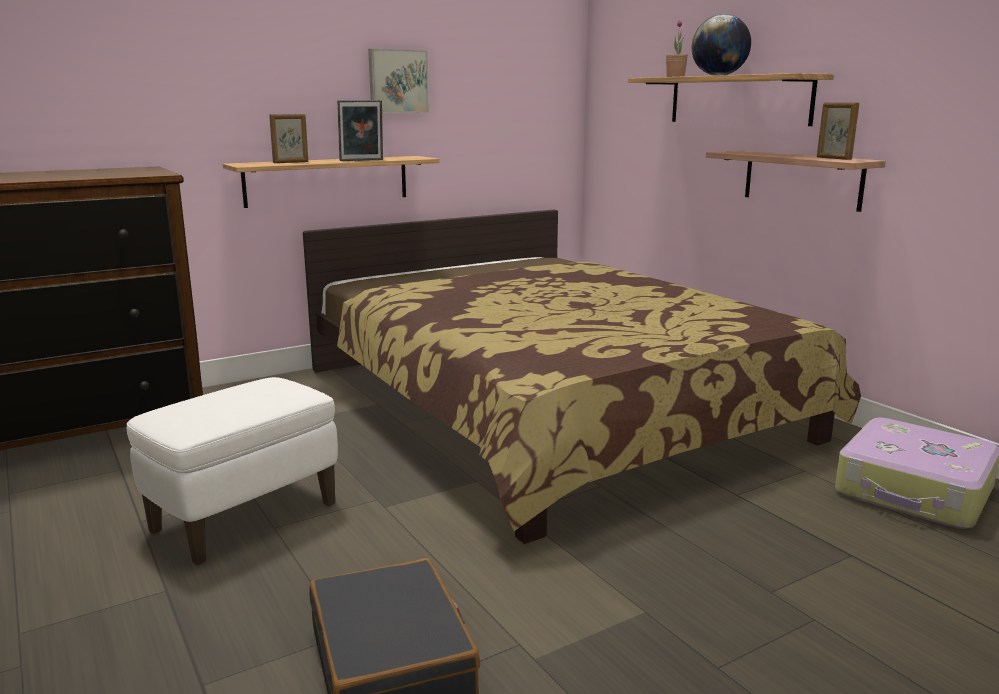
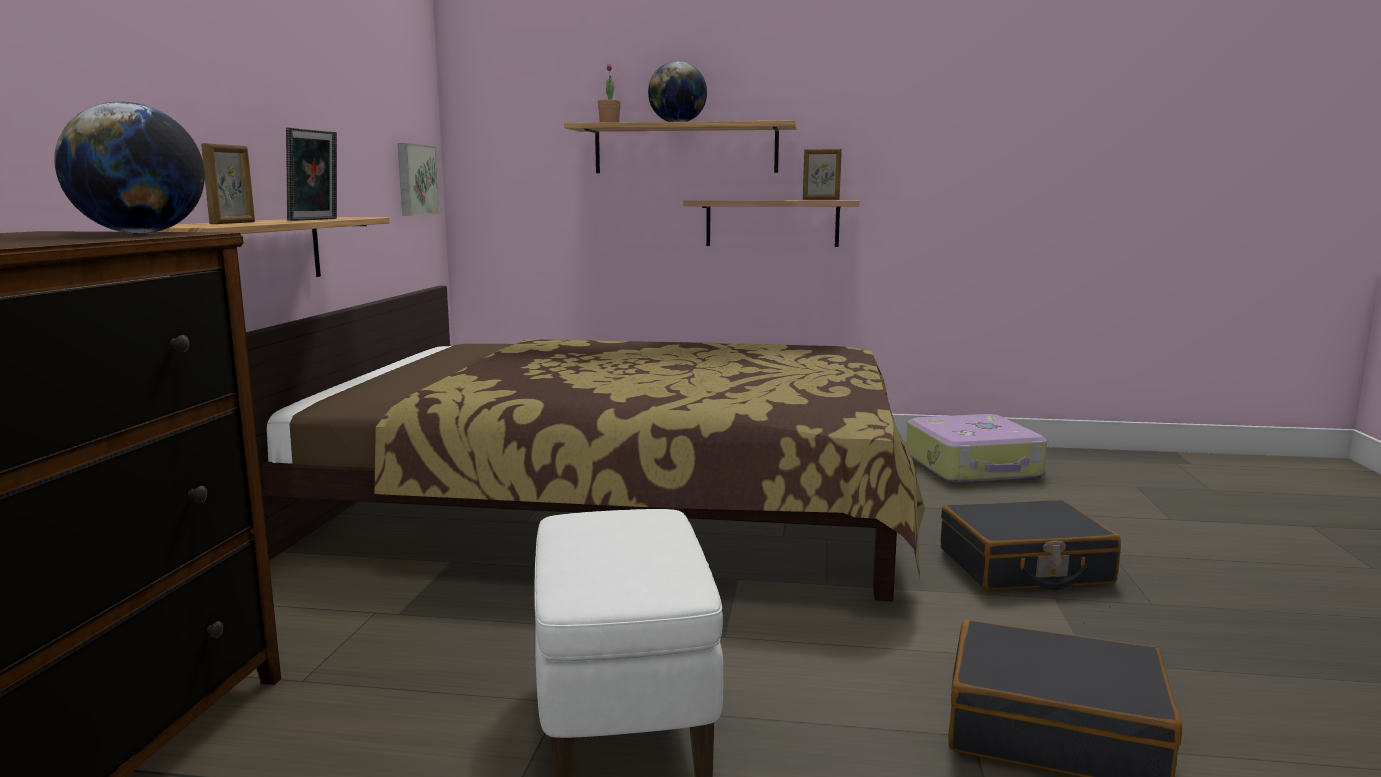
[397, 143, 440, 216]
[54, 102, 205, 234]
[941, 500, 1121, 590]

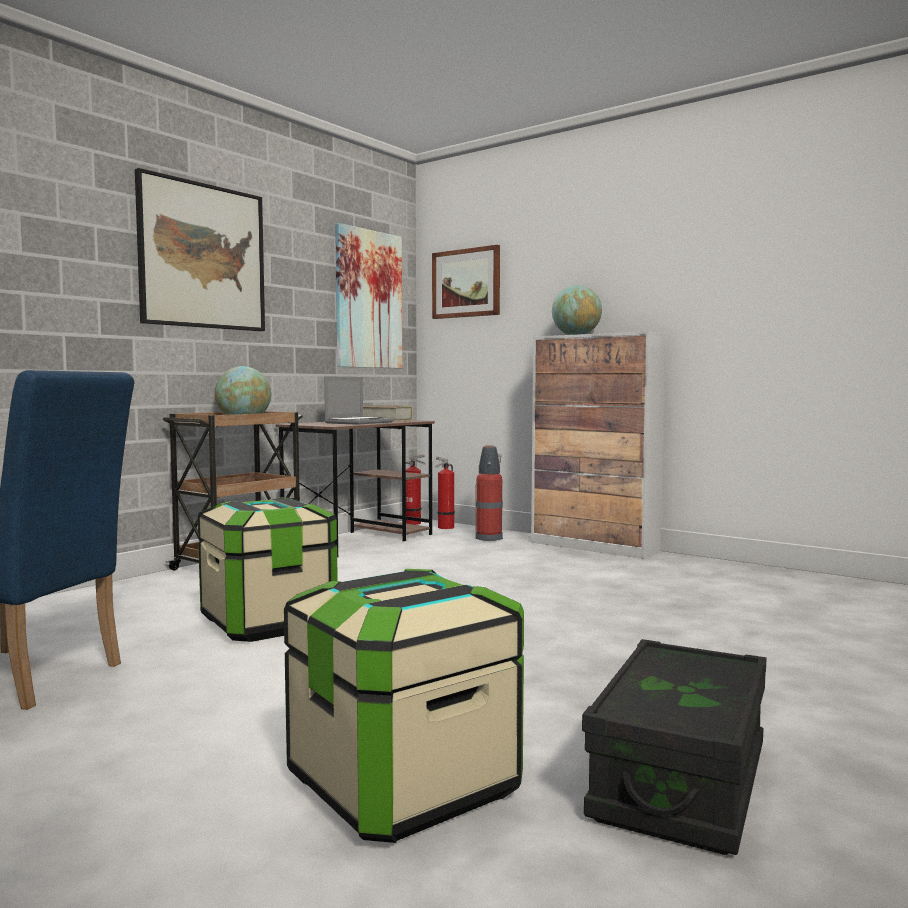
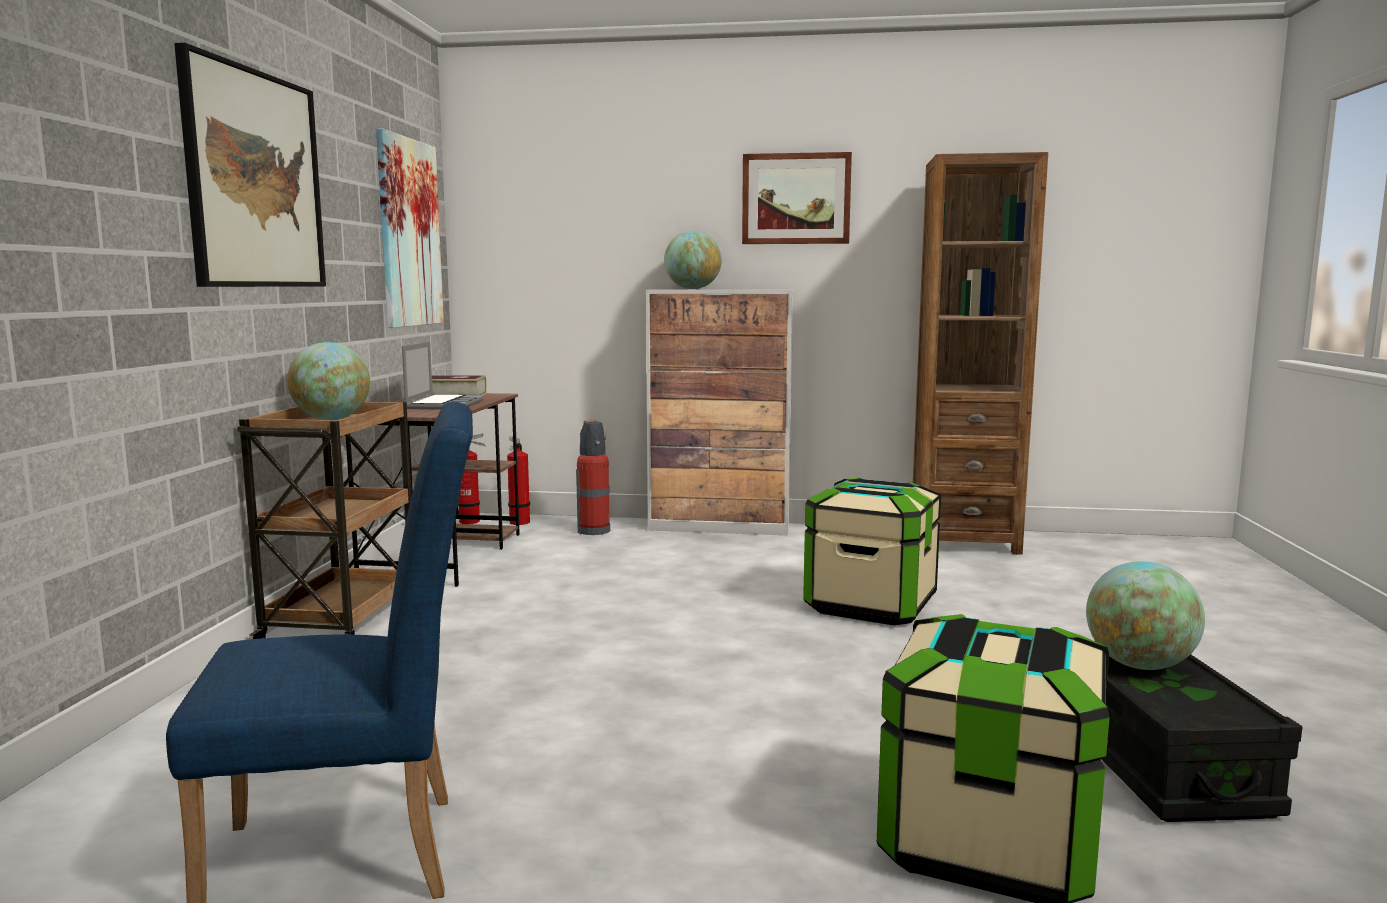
[742, 152, 852, 244]
[803, 478, 941, 625]
[913, 152, 1048, 555]
[1086, 561, 1205, 670]

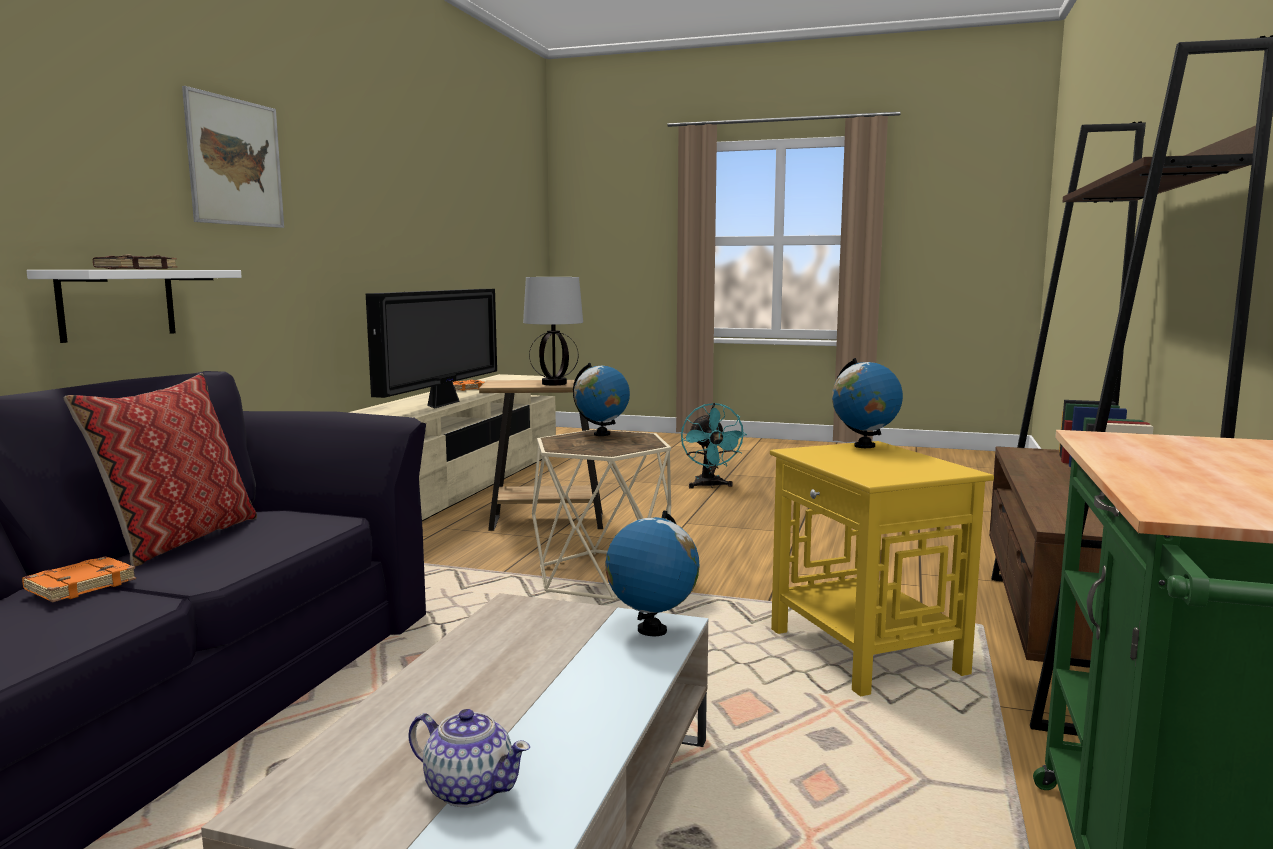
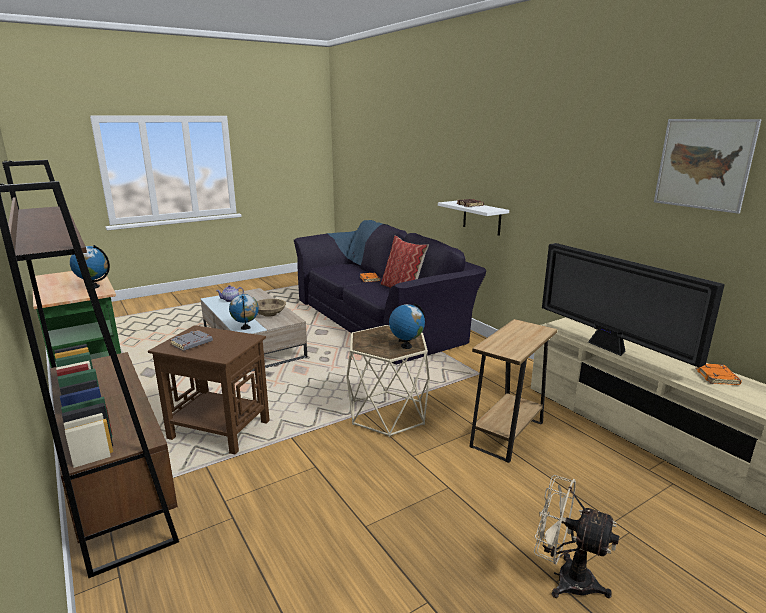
[654, 119, 762, 214]
[523, 277, 583, 385] (first image)
[70, 245, 110, 288]
[534, 475, 619, 598]
[148, 325, 270, 455]
[257, 299, 286, 317]
[170, 330, 213, 351]

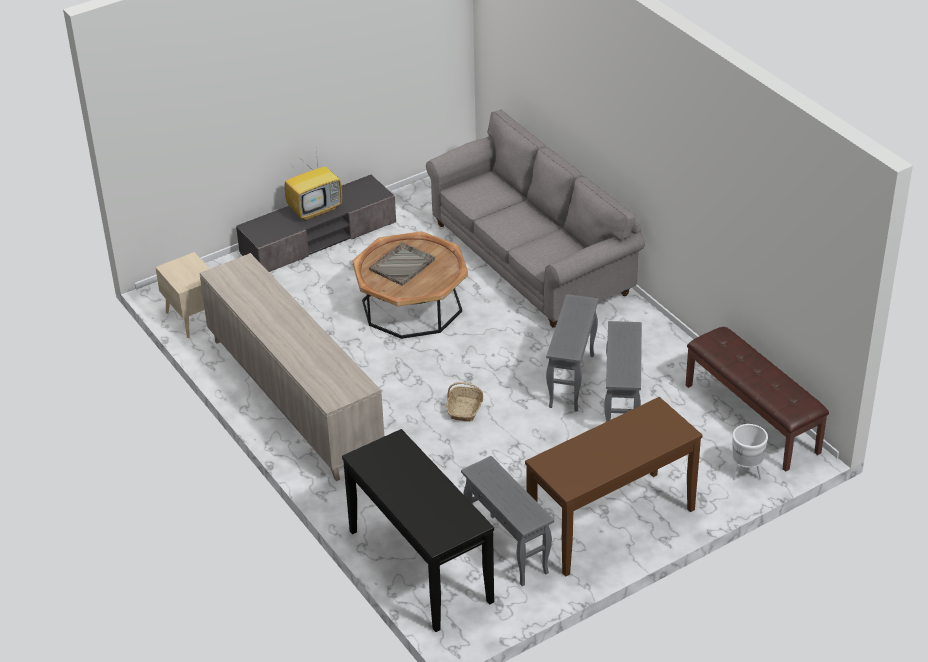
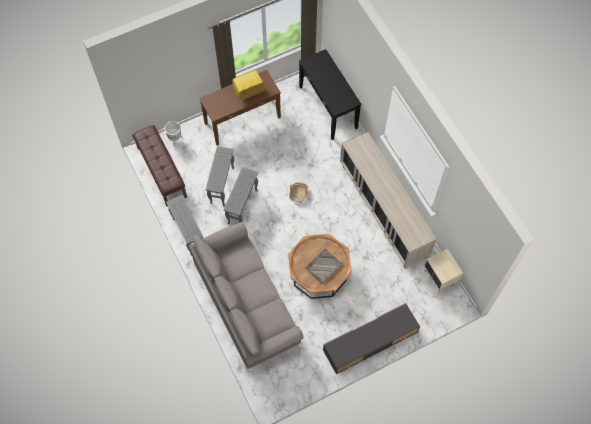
[232, 70, 264, 100]
[166, 195, 203, 256]

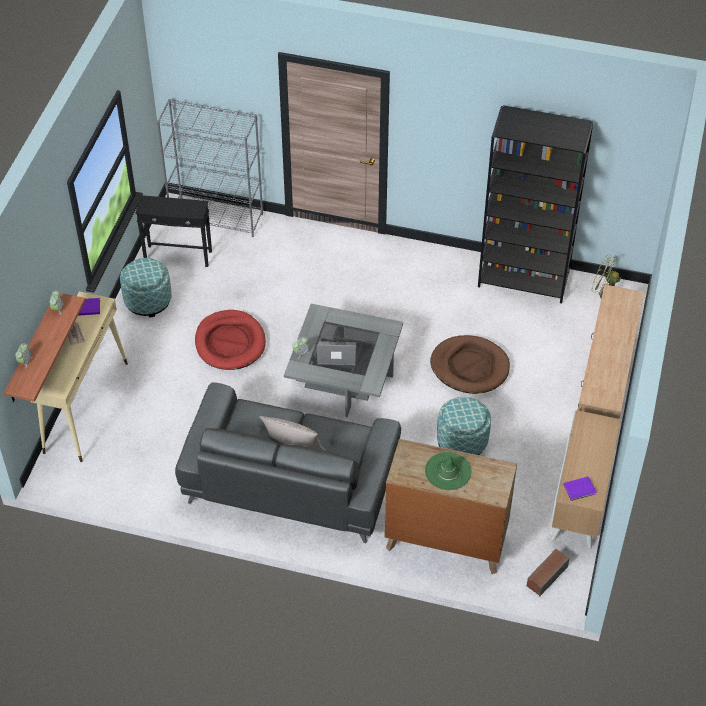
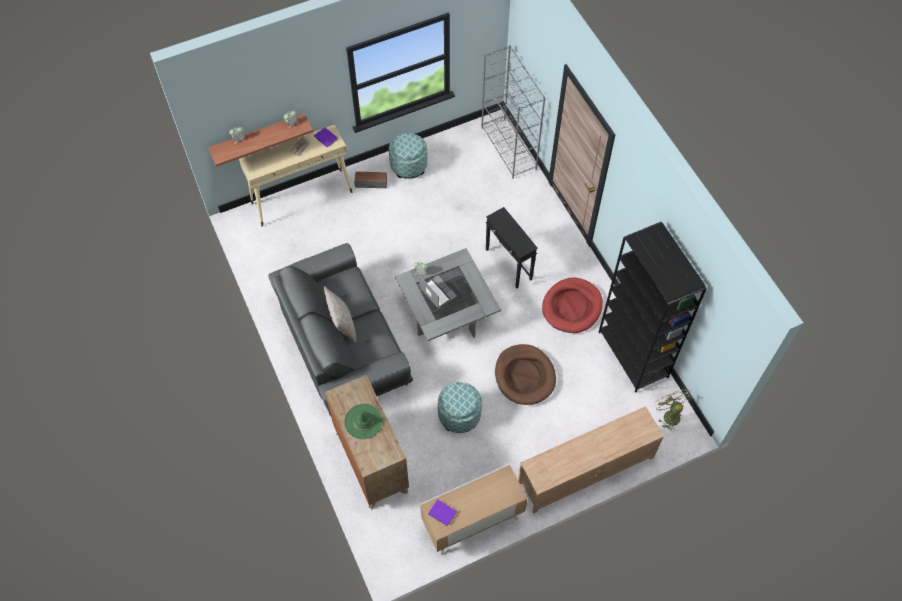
[486, 207, 538, 288]
[542, 278, 603, 333]
[354, 172, 387, 188]

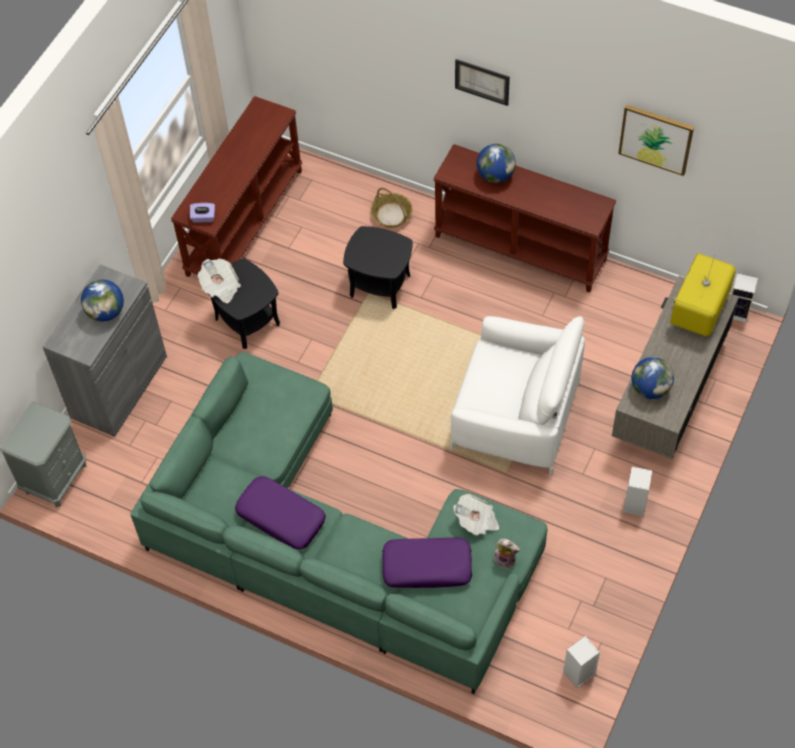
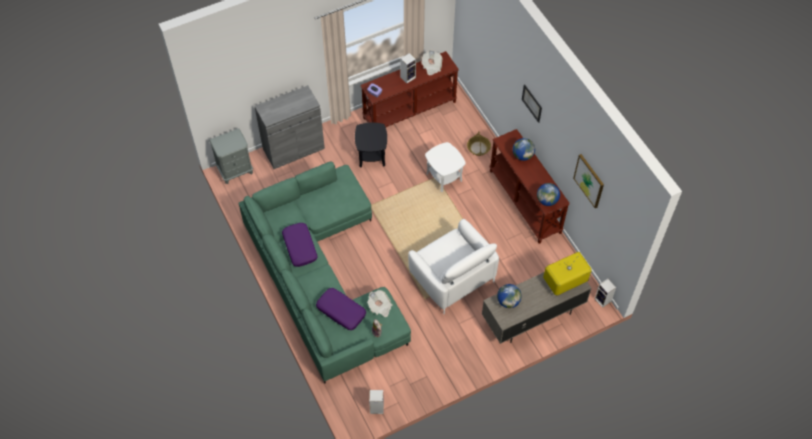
[425, 142, 466, 192]
[421, 50, 443, 76]
[537, 183, 560, 206]
[400, 53, 416, 83]

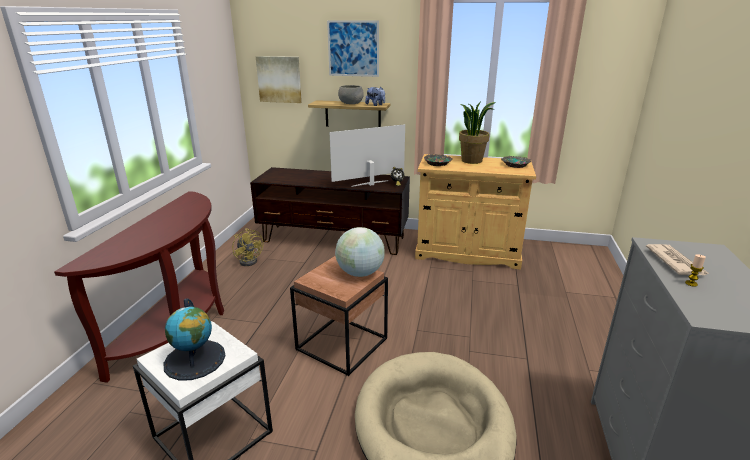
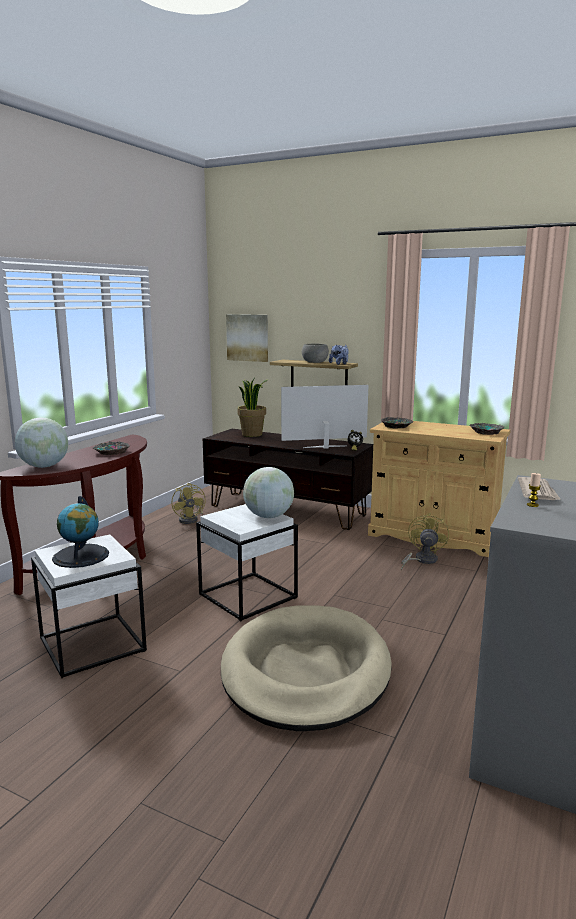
[327, 20, 379, 77] (first image)
[237, 378, 269, 437]
[196, 504, 298, 621]
[15, 417, 68, 468]
[93, 441, 131, 455]
[401, 513, 449, 571]

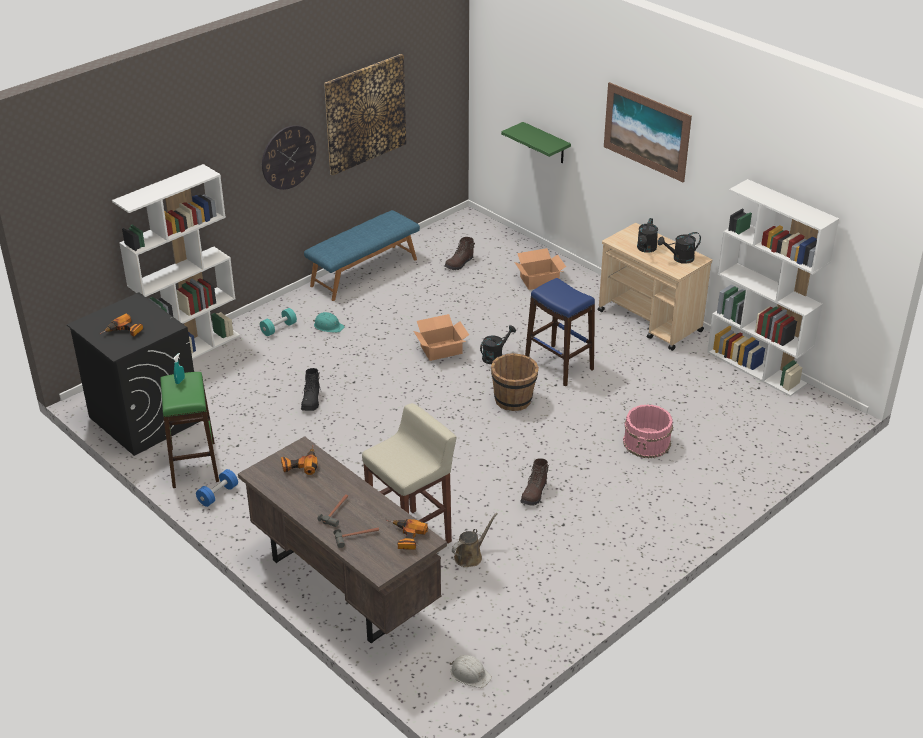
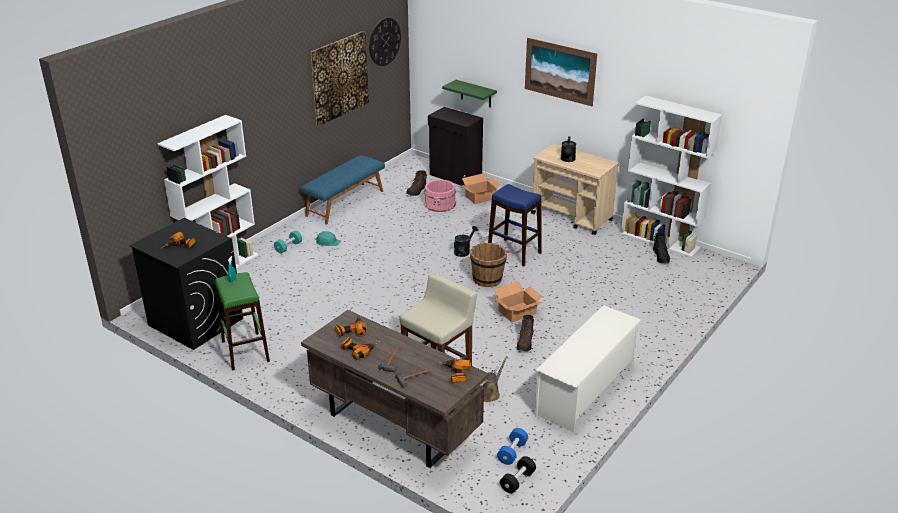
[369, 18, 401, 66]
[657, 232, 701, 264] (first image)
[494, 281, 543, 322]
[653, 233, 670, 263]
[424, 179, 456, 212]
[497, 428, 528, 465]
[500, 456, 536, 494]
[428, 107, 483, 186]
[535, 305, 641, 432]
[341, 337, 380, 360]

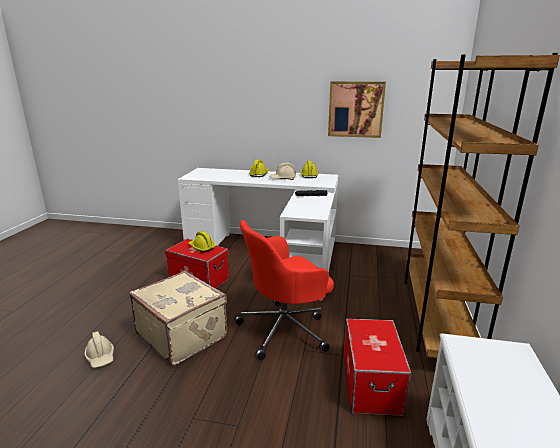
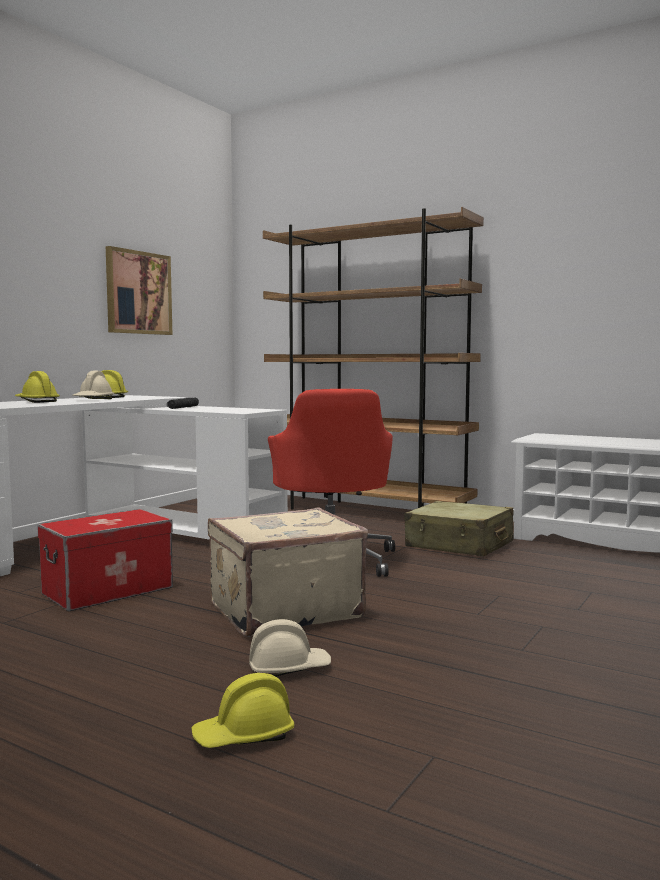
[191, 673, 295, 748]
[404, 501, 514, 557]

